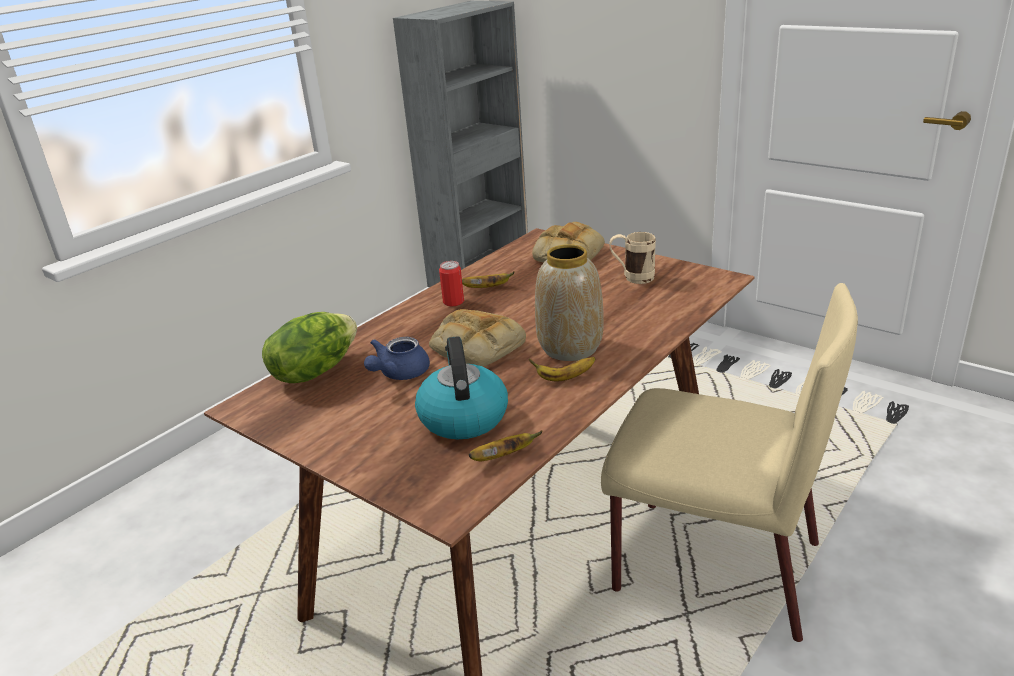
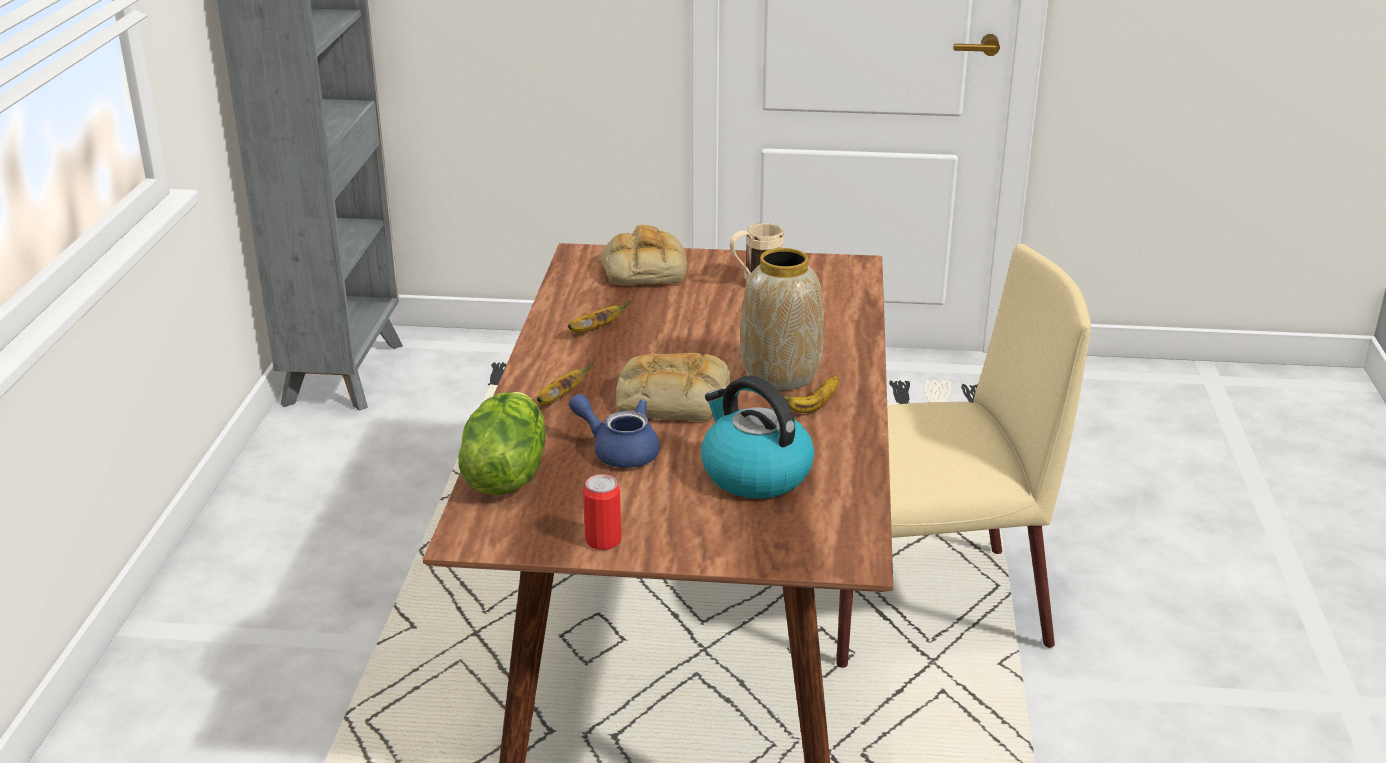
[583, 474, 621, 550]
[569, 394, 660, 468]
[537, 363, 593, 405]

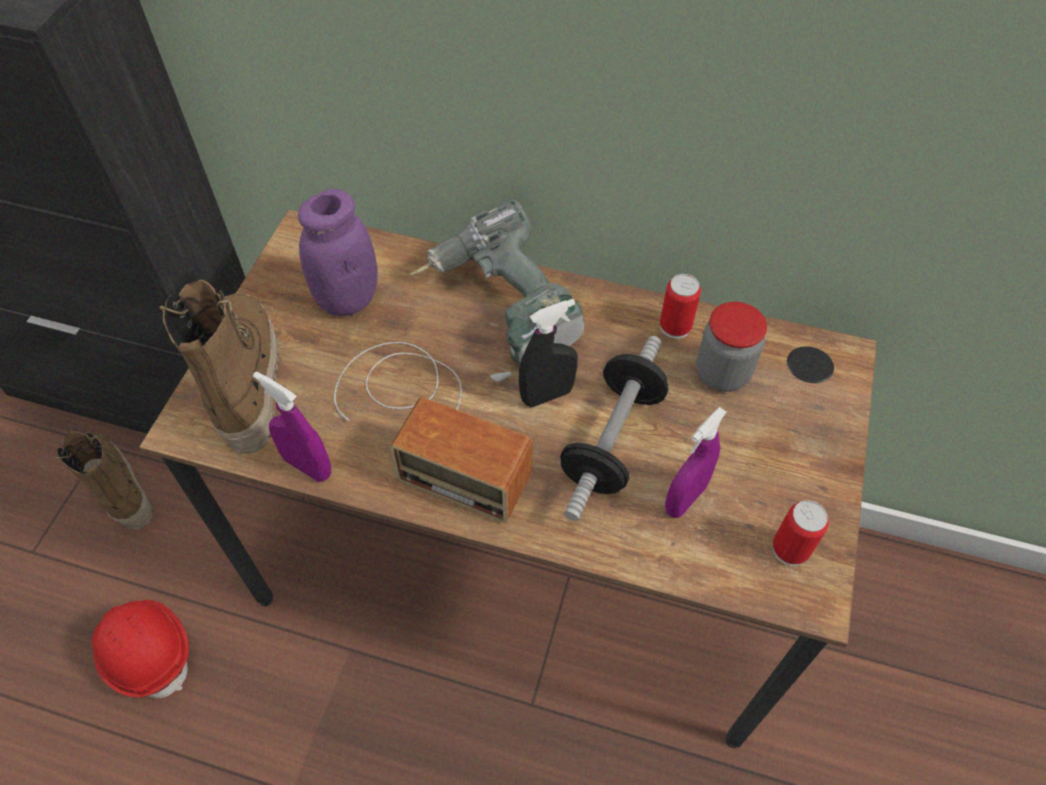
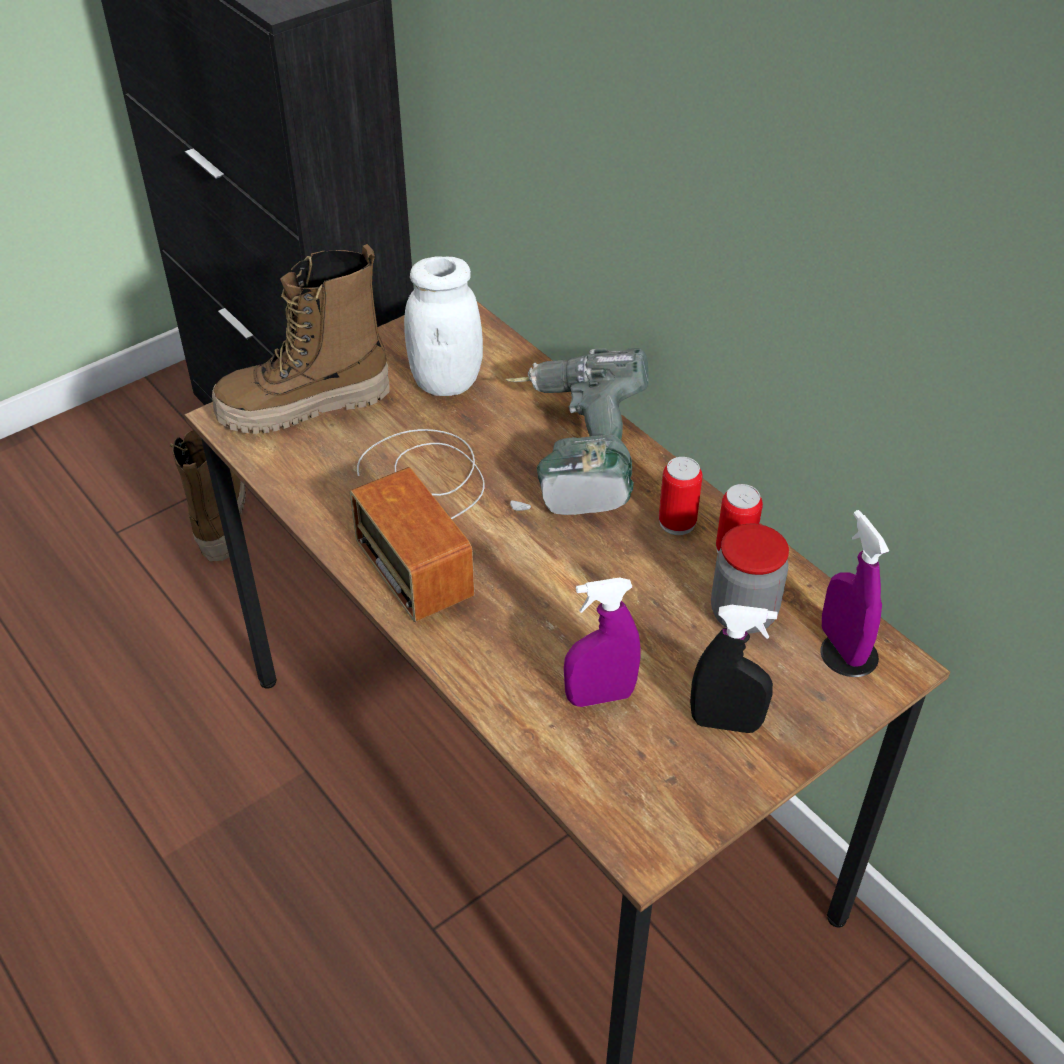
[404, 256, 483, 396]
[212, 244, 390, 434]
[690, 605, 778, 733]
[560, 336, 668, 521] (first image)
[822, 510, 889, 667]
[659, 457, 702, 535]
[92, 600, 189, 698] (first image)

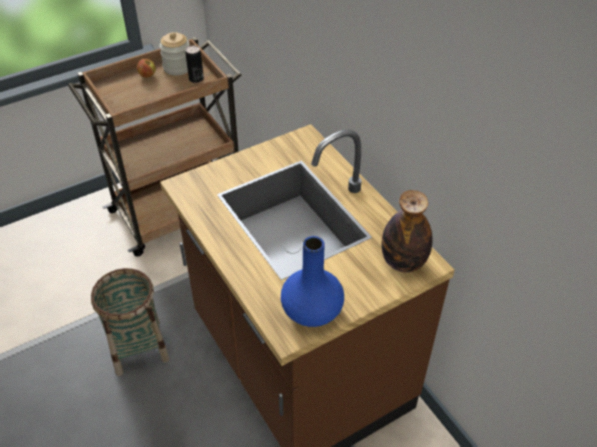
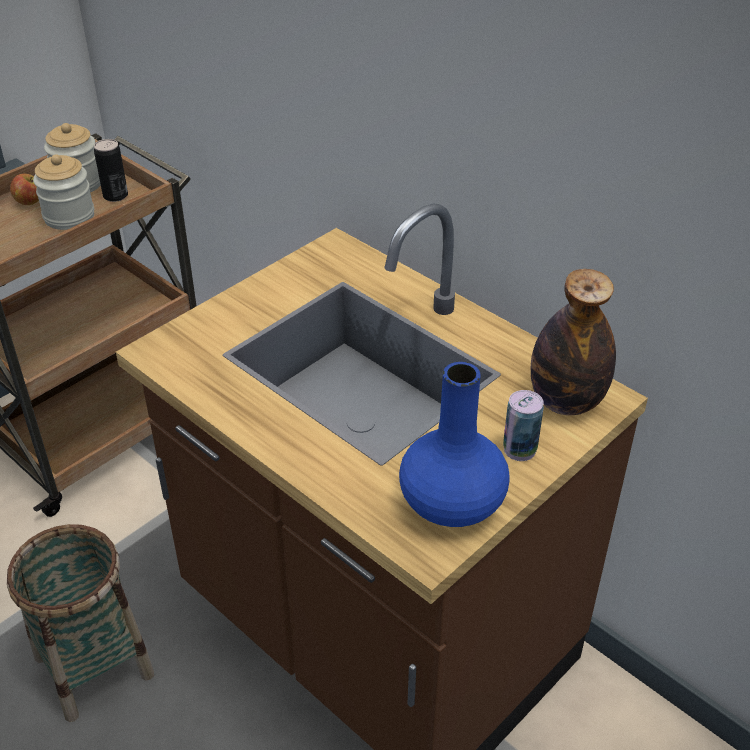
[33, 154, 94, 230]
[503, 390, 544, 461]

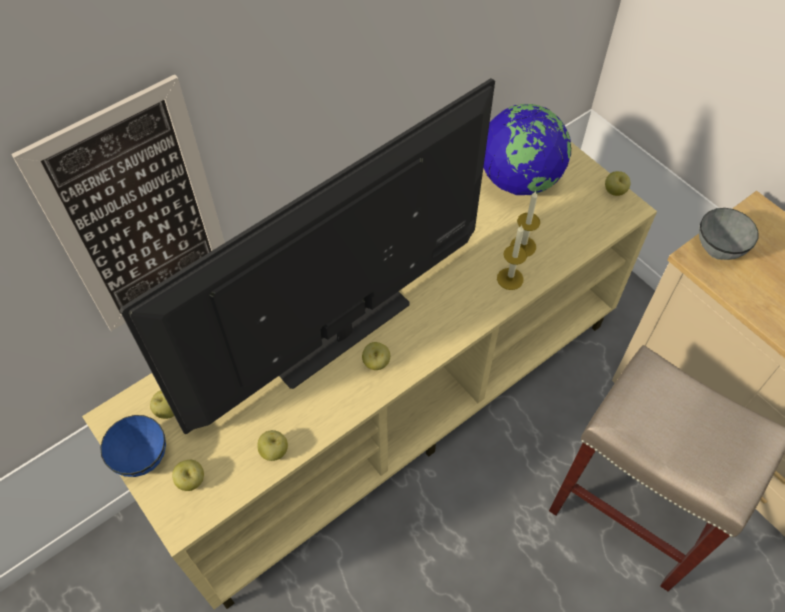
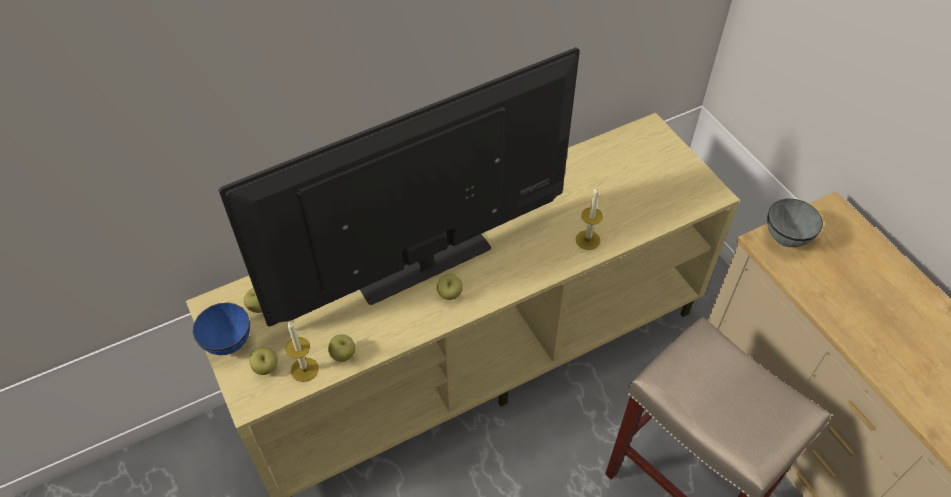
[11, 74, 225, 331] (first image)
[483, 104, 571, 195] (first image)
[605, 171, 631, 196] (first image)
[286, 321, 319, 382]

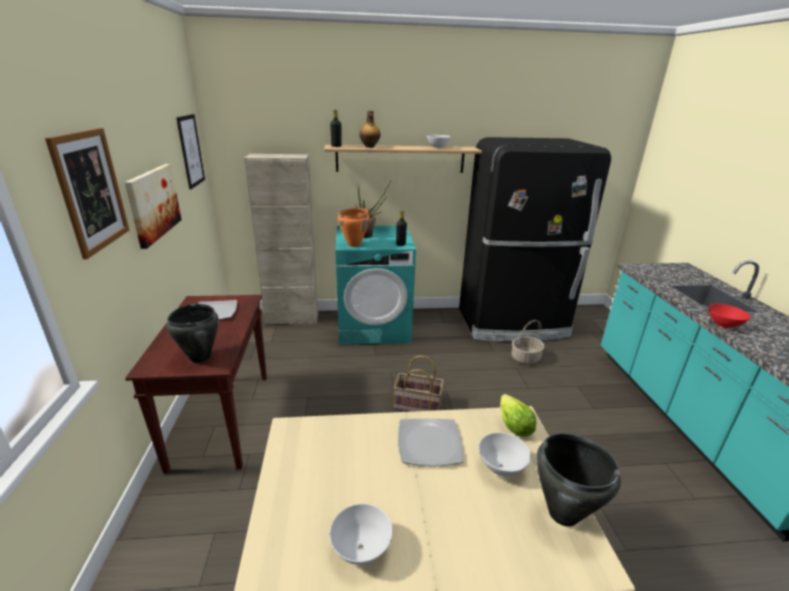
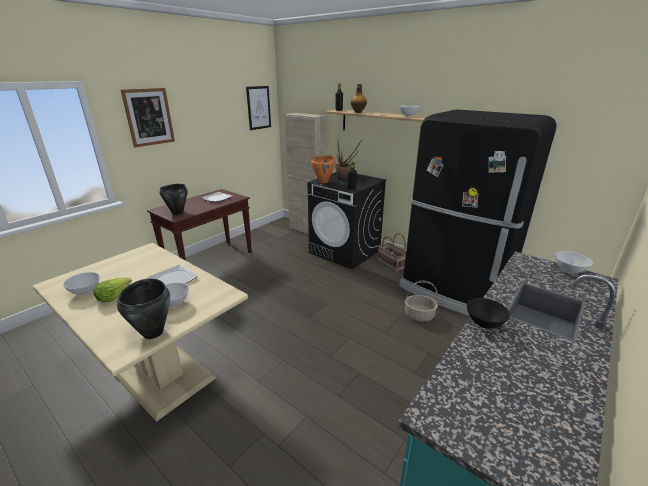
[124, 164, 182, 249] (first image)
[308, 172, 387, 269]
[467, 298, 510, 328]
[377, 233, 406, 272]
[93, 277, 132, 303]
[555, 251, 593, 274]

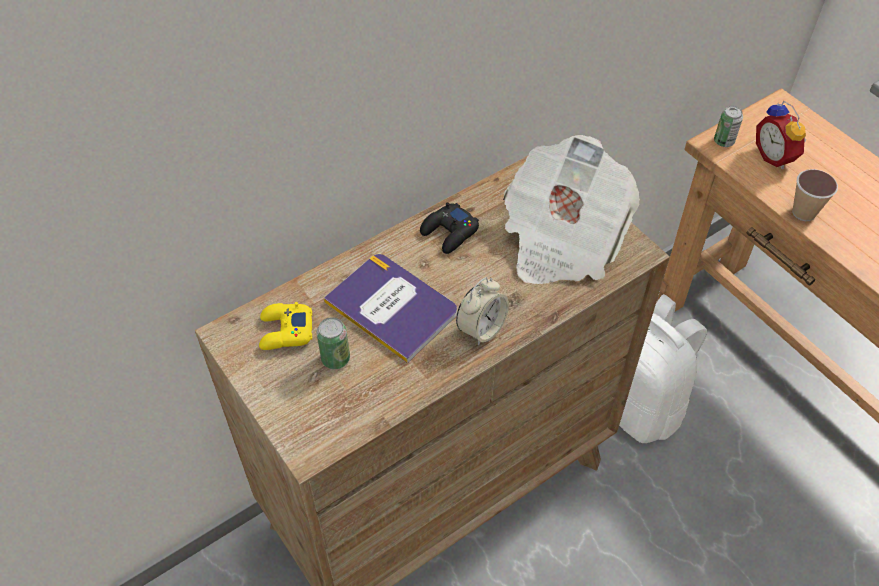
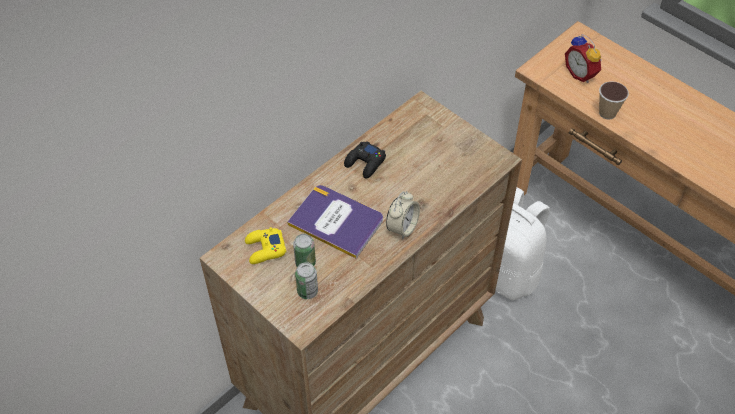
[295, 262, 318, 299]
[503, 135, 640, 284] (first image)

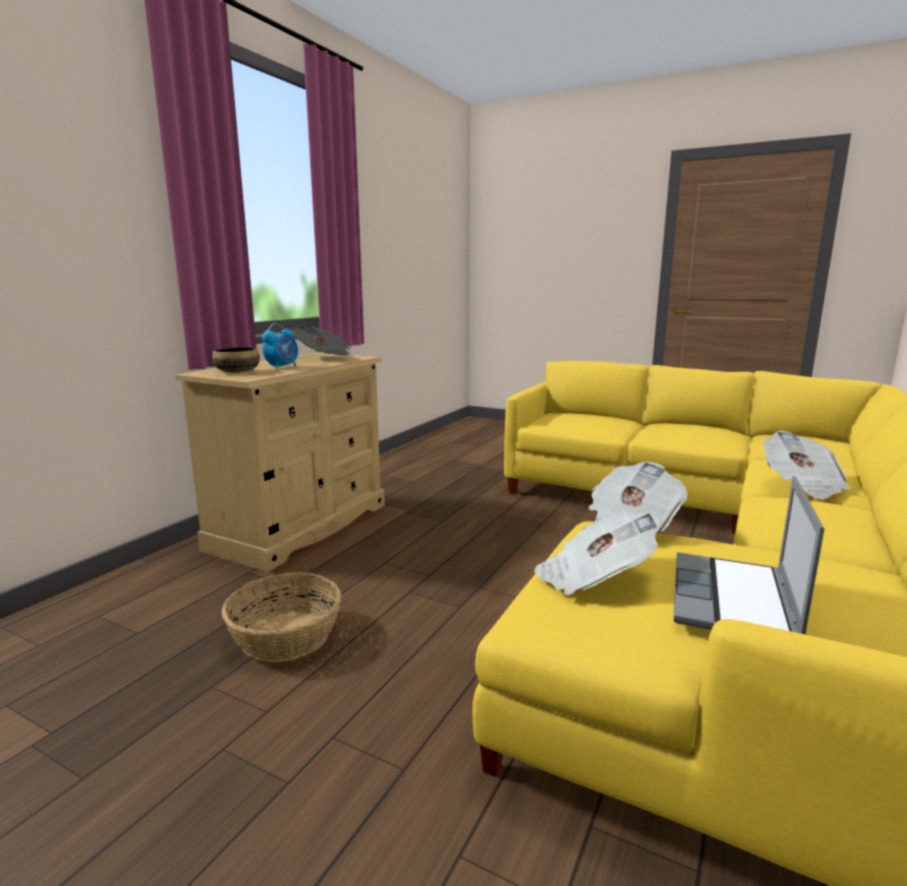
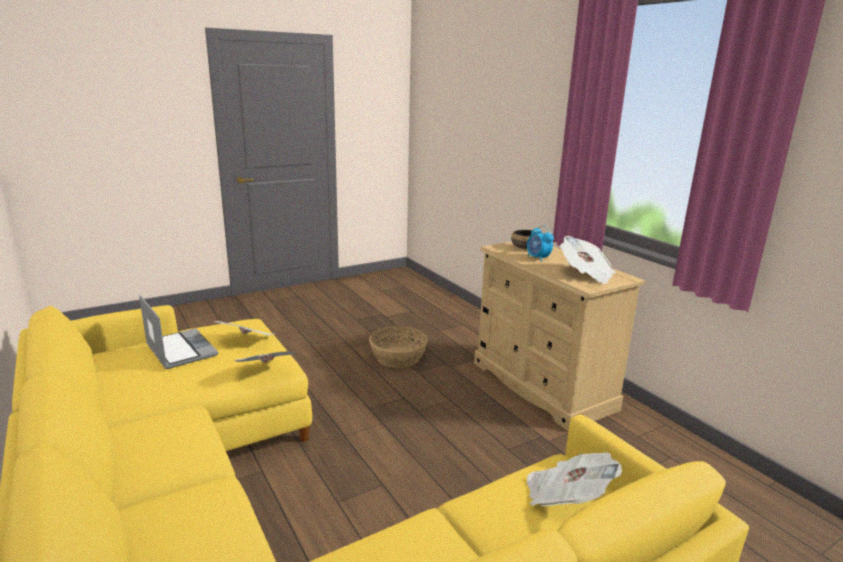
[527, 452, 622, 506]

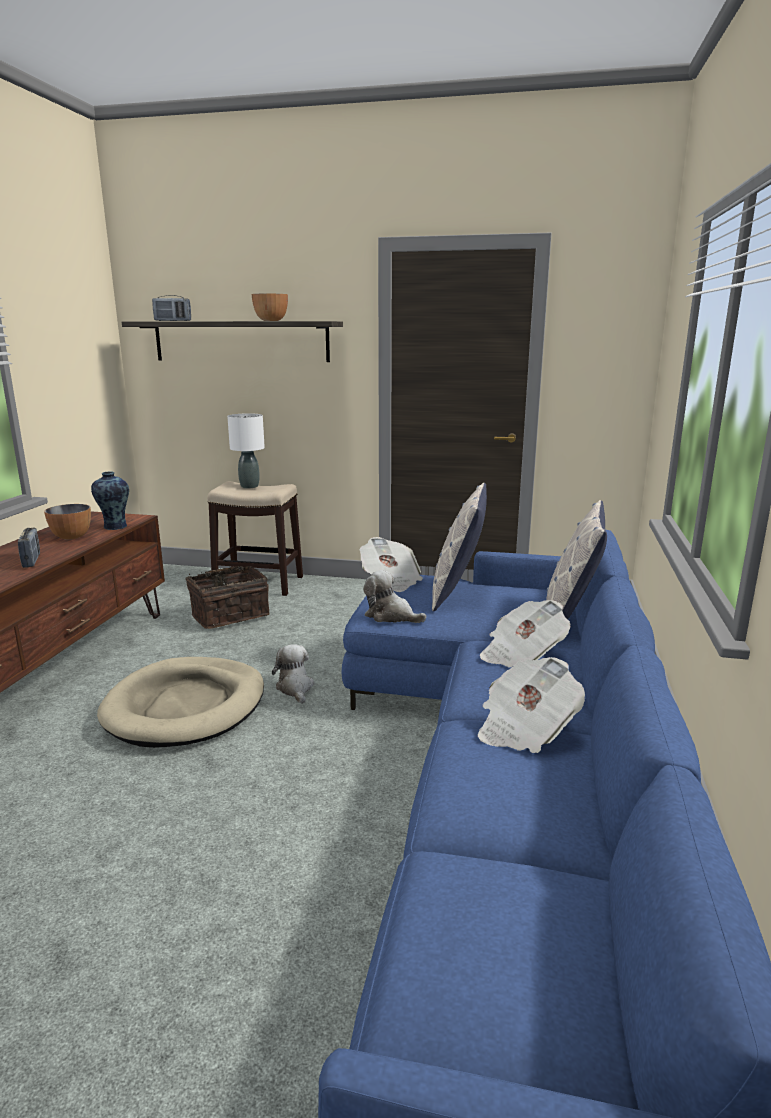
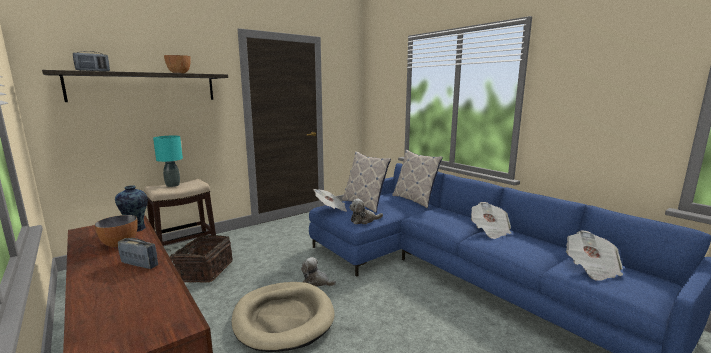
[153, 136, 183, 187]
[566, 230, 623, 281]

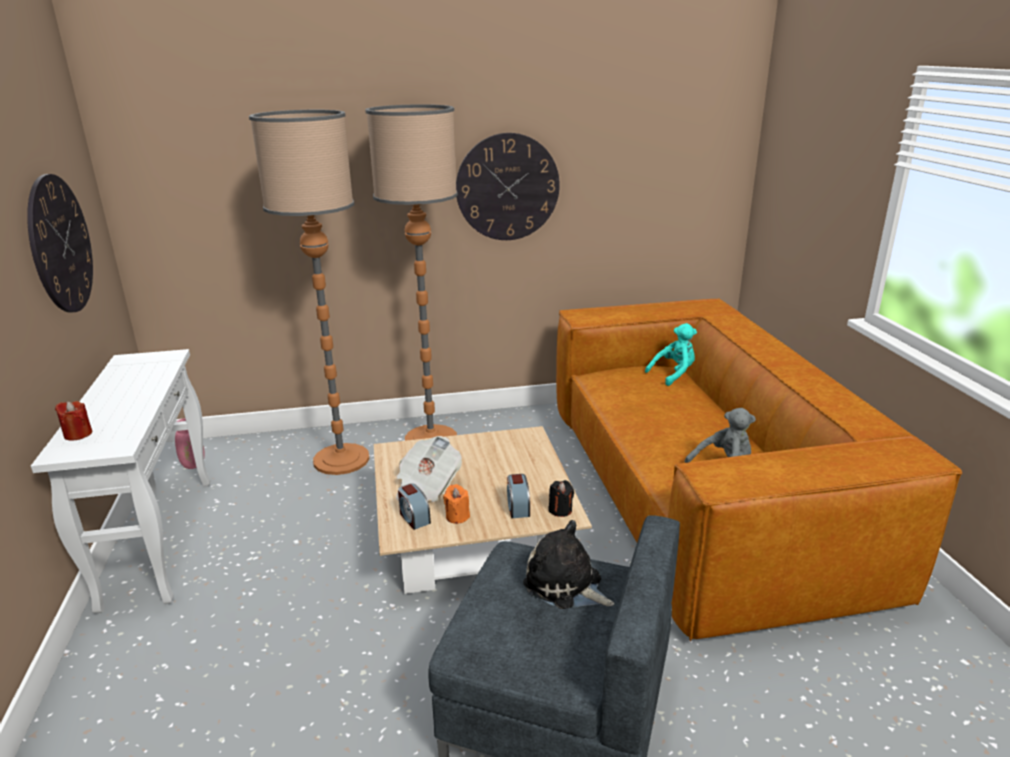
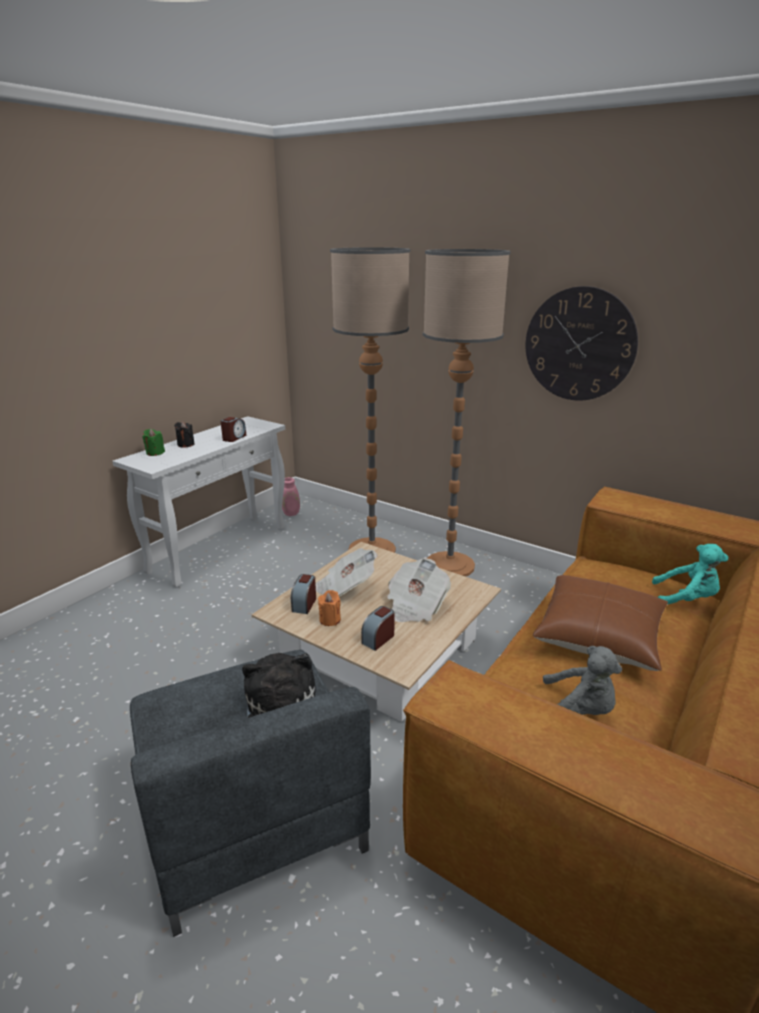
[27, 174, 93, 313] (first image)
[143, 429, 165, 456]
[175, 422, 195, 448]
[221, 417, 246, 442]
[387, 558, 451, 622]
[533, 575, 668, 671]

